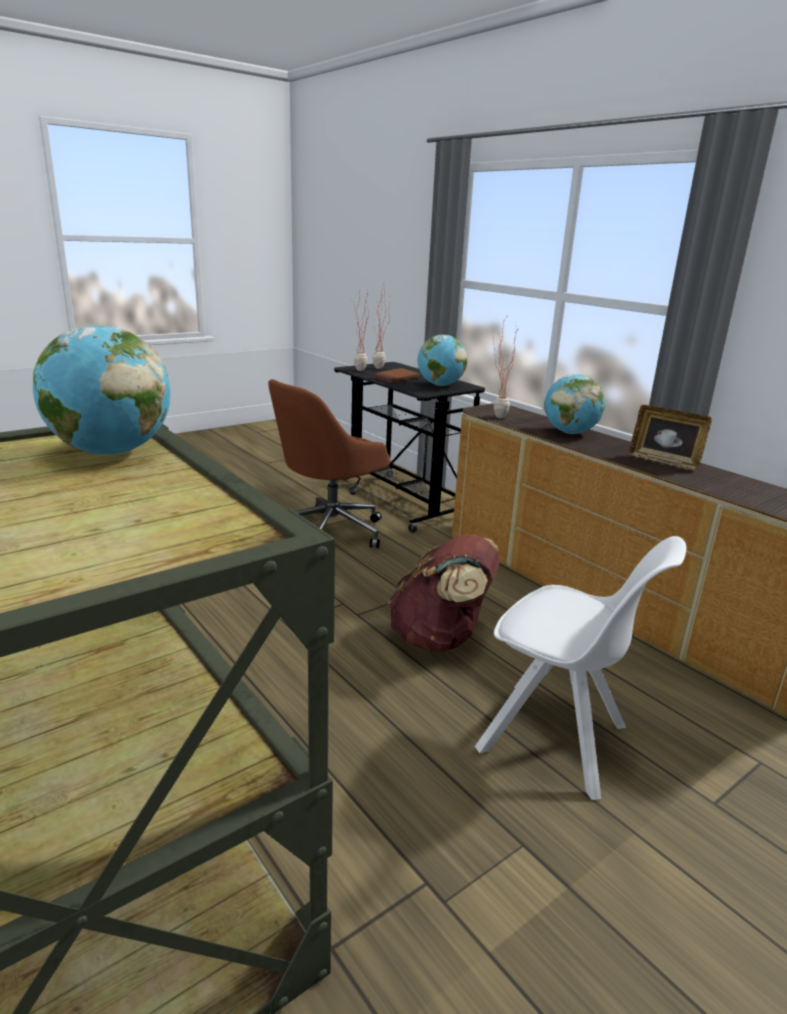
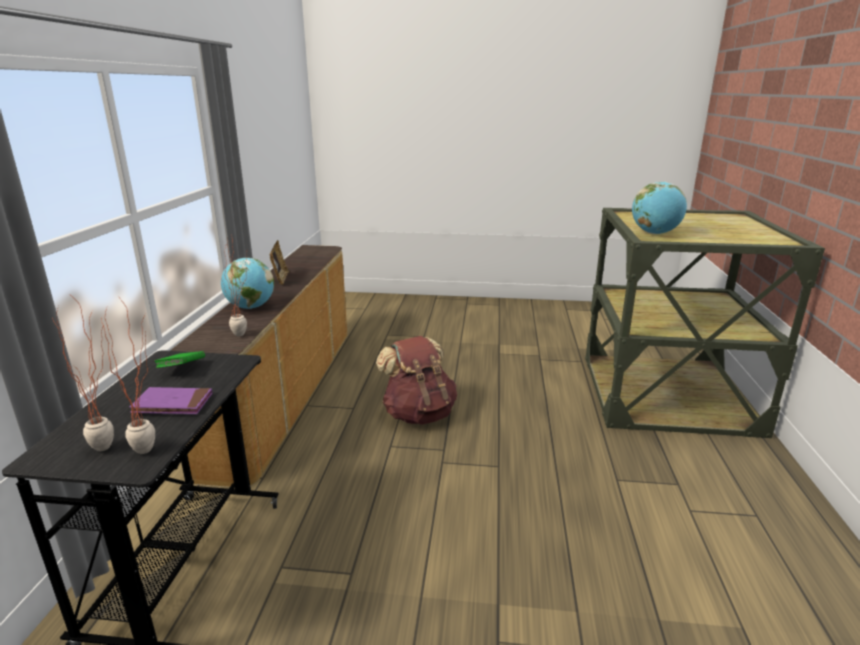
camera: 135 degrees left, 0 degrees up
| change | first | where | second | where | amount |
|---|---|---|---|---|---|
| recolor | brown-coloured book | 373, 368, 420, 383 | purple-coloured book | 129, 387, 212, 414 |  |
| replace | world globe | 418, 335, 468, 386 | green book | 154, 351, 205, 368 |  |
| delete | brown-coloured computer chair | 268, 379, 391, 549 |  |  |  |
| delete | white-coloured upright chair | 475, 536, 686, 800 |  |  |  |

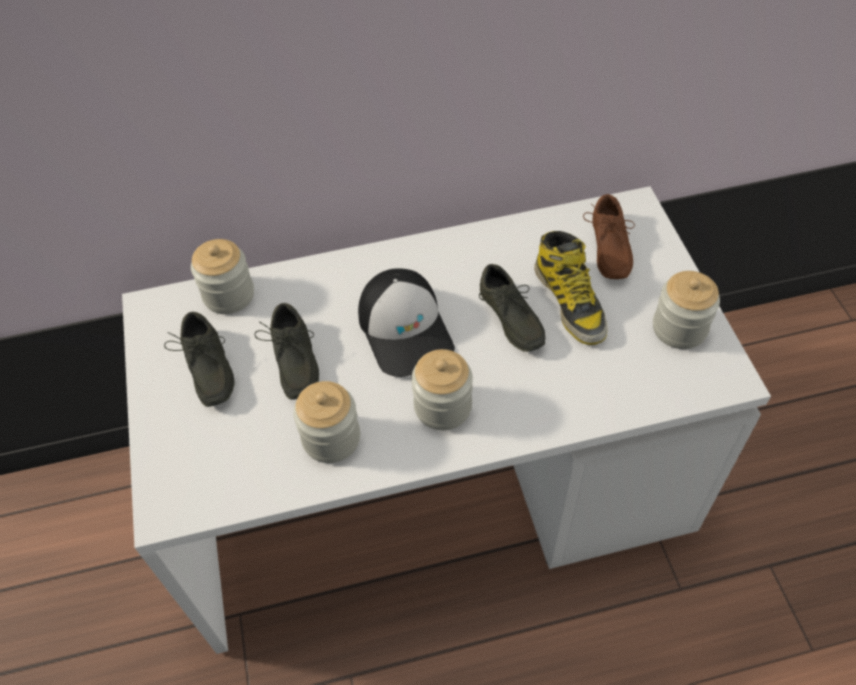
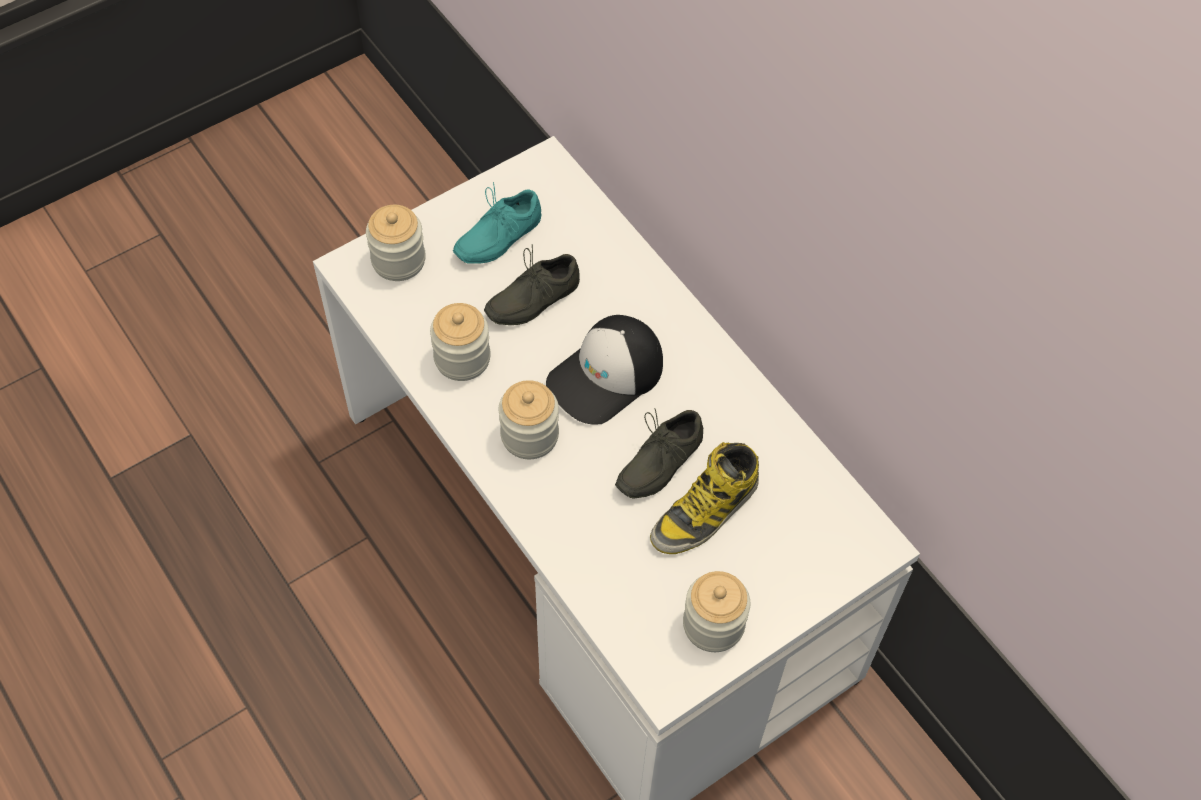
camera: 65 degrees right, 5 degrees up
| change | first | where | second | where | amount |
|---|---|---|---|---|---|
| move | jar | 191, 239, 254, 314 |  | 366, 205, 426, 281 |  |
| recolor | grey item of footwear | 164, 312, 234, 407 | blue-green item of footwear | 453, 182, 542, 264 |  |
| delete | brown-coloured item of footwear | 583, 194, 635, 279 |  |  |  |

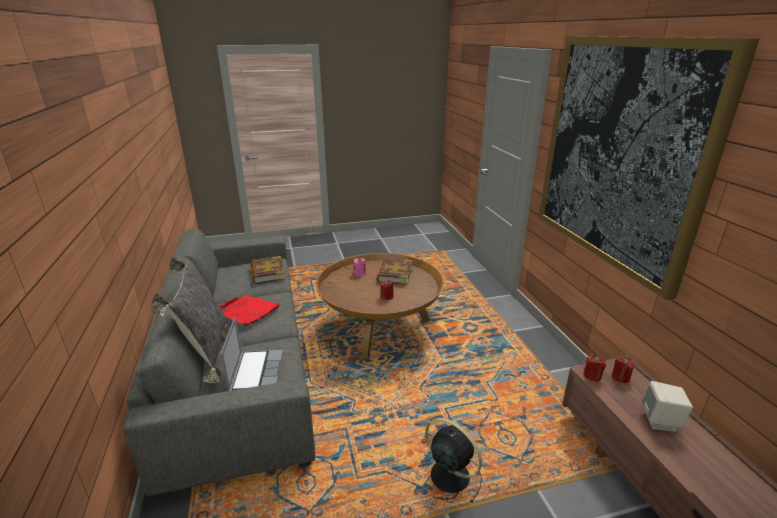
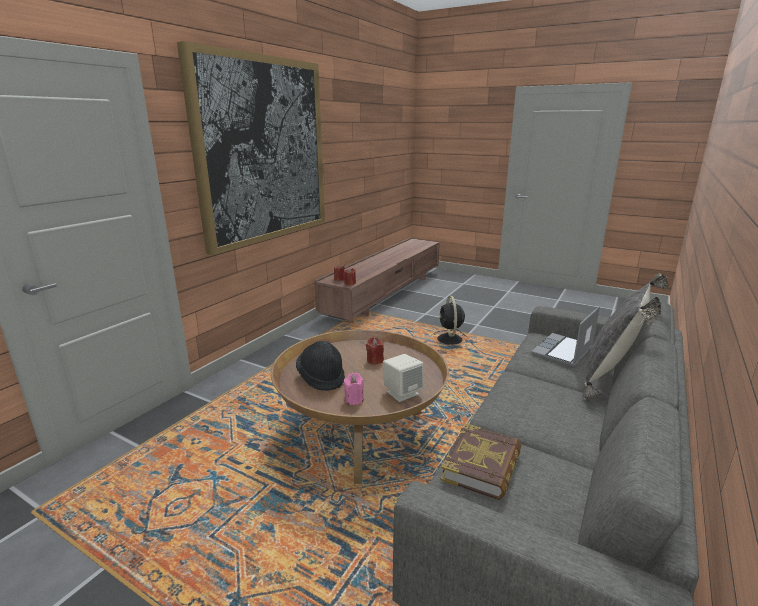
camera: 135 degrees left, 5 degrees down
| change | first | where | second | where | amount |
|---|---|---|---|---|---|
| replace | book | 377, 258, 413, 285 | black clothing hat | 296, 341, 345, 391 |  |
| move | beige speaker | 641, 381, 693, 432 |  | 383, 354, 424, 402 |  |
| delete | red carrying tray | 219, 295, 282, 326 |  |  |  |

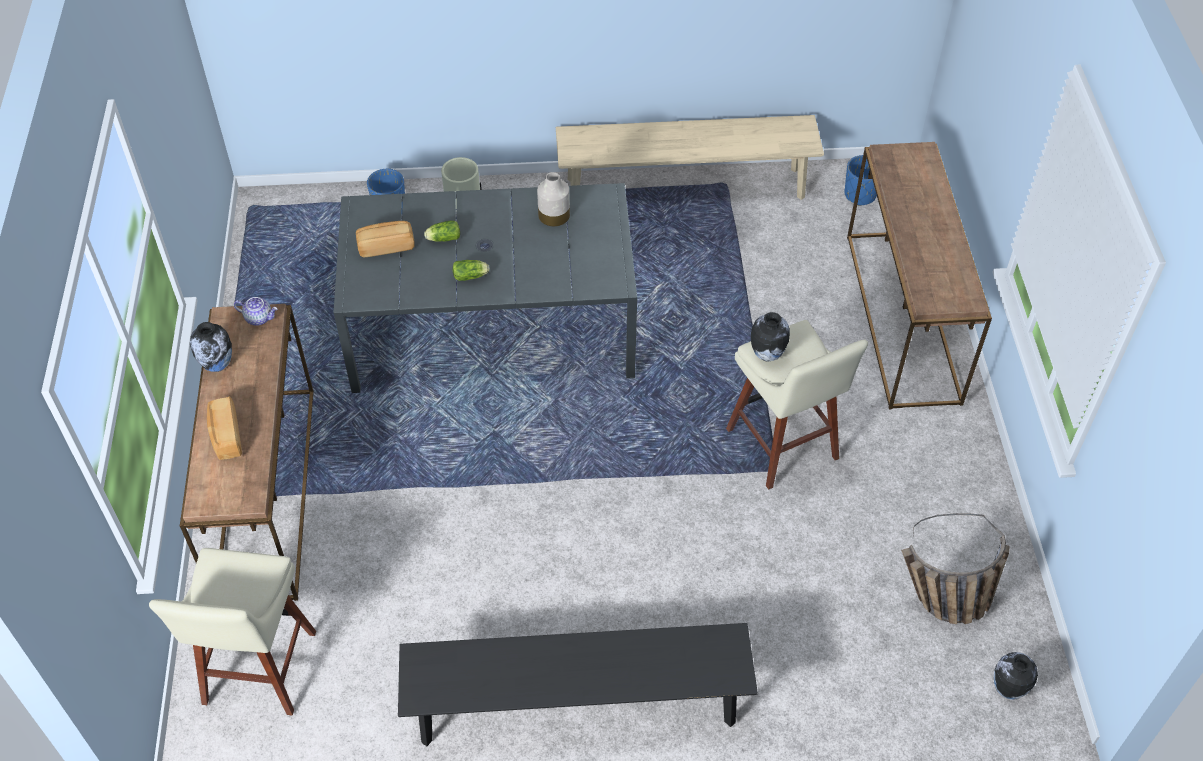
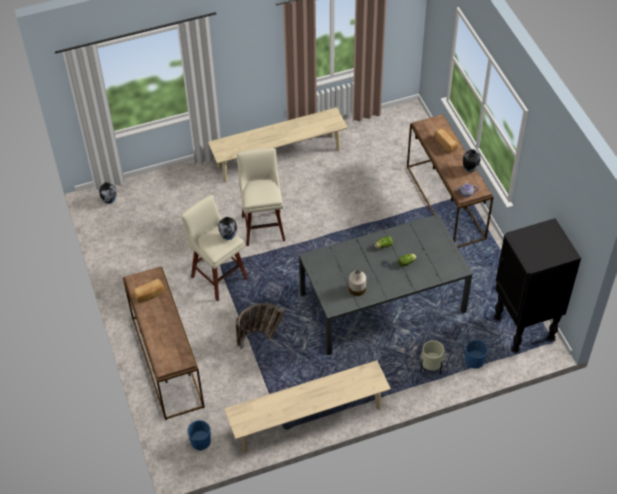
camera: 165 degrees right, 0 degrees up
| change | first | where | second | where | amount |
|---|---|---|---|---|---|
| move | bakery bread | 356, 221, 414, 257 |  | 133, 279, 165, 303 |  |
| recolor | black indoor bench | 398, 623, 758, 746 | beige indoor bench | 208, 107, 348, 183 |  |
| move | household basket | 901, 513, 1010, 624 |  | 236, 303, 284, 350 |  |
| move | beige stool seat | 149, 548, 316, 716 |  | 237, 148, 285, 246 |  |
| insert |  |  | black cabinet | 493, 218, 581, 353 |  |

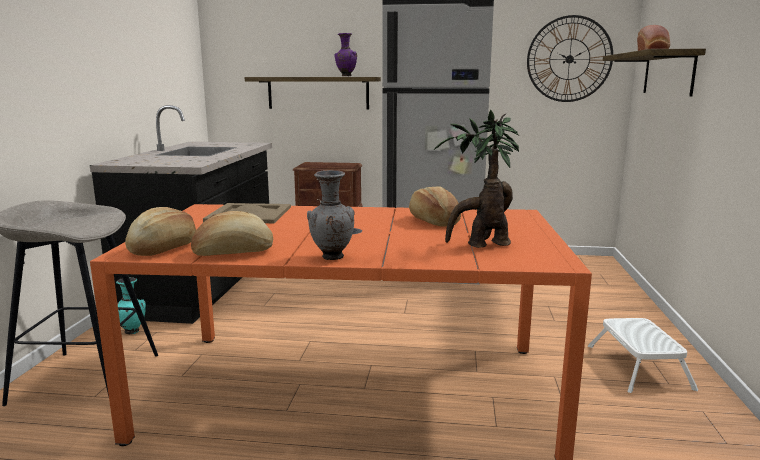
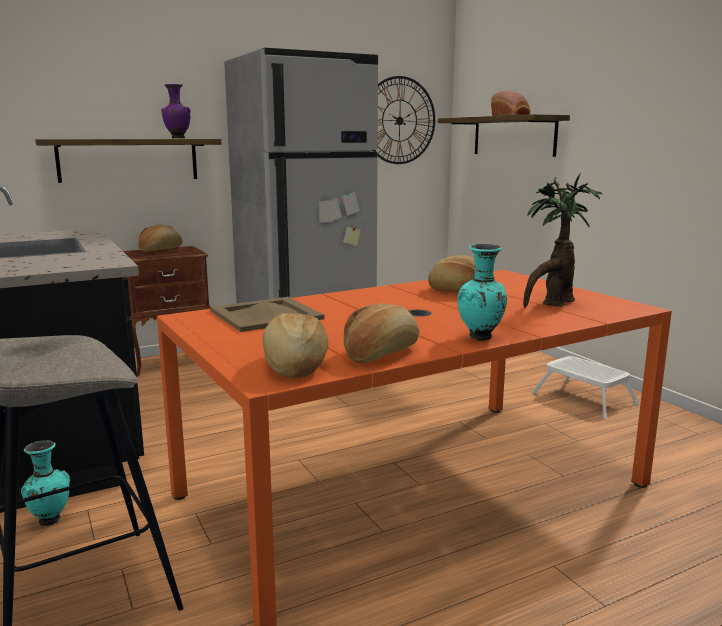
camera: 35 degrees left, 0 degrees up
| change | first | where | second | where | amount |
|---|---|---|---|---|---|
| insert |  |  | bakery bread | 138, 225, 182, 252 |  |
| recolor | grey flower vase | 307, 170, 355, 260 | blue-green flower vase | 457, 244, 507, 341 |  |

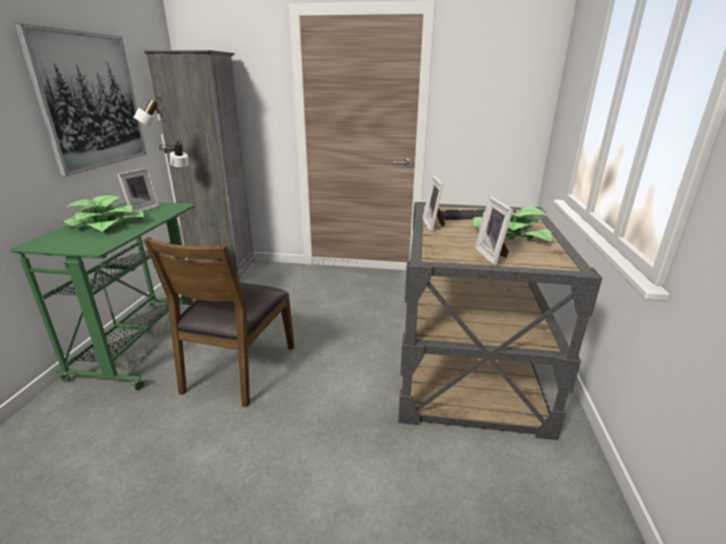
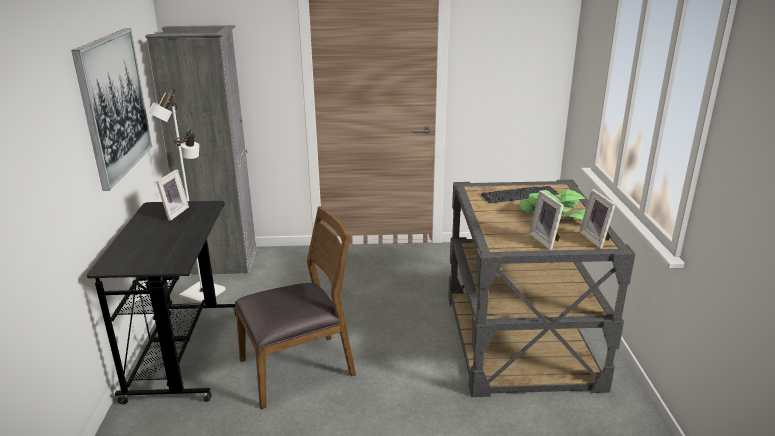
camera: 10 degrees left, 0 degrees up
| change | first | where | second | where | amount |
|---|---|---|---|---|---|
| recolor | green desk unit | 10, 201, 195, 390 | black desk unit | 87, 201, 236, 404 |  |
| rotate | brown-coloured upright chair | 144, 237, 294, 407 |  | 235, 207, 356, 409 | 120 degrees counterclockwise |
| move | photo frame | 422, 176, 445, 231 |  | 579, 189, 616, 249 |  |
| delete | plant in a pot | 62, 195, 144, 232 |  |  |  |

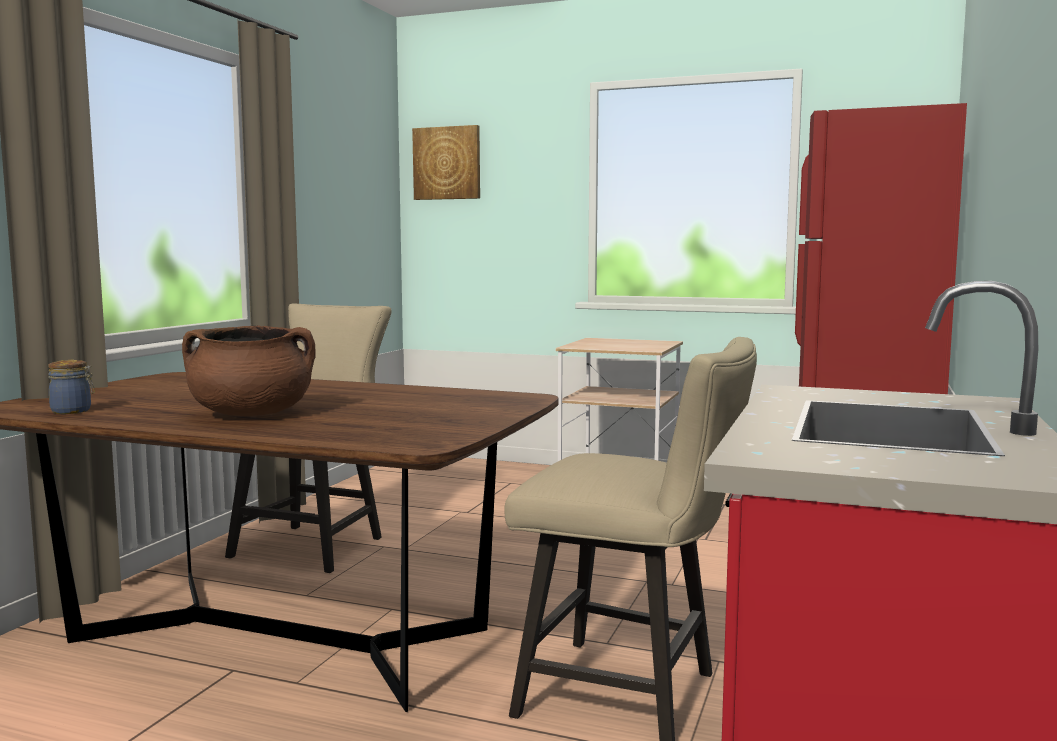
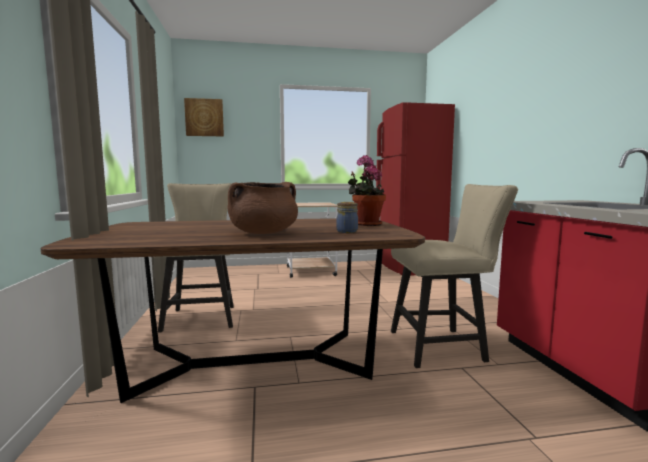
camera: 30 degrees left, 0 degrees up
| change | first | where | second | where | amount |
|---|---|---|---|---|---|
| move | jar | 48, 360, 95, 414 |  | 336, 202, 358, 233 |  |
| insert |  |  | plant in a pot | 348, 155, 386, 226 |  |

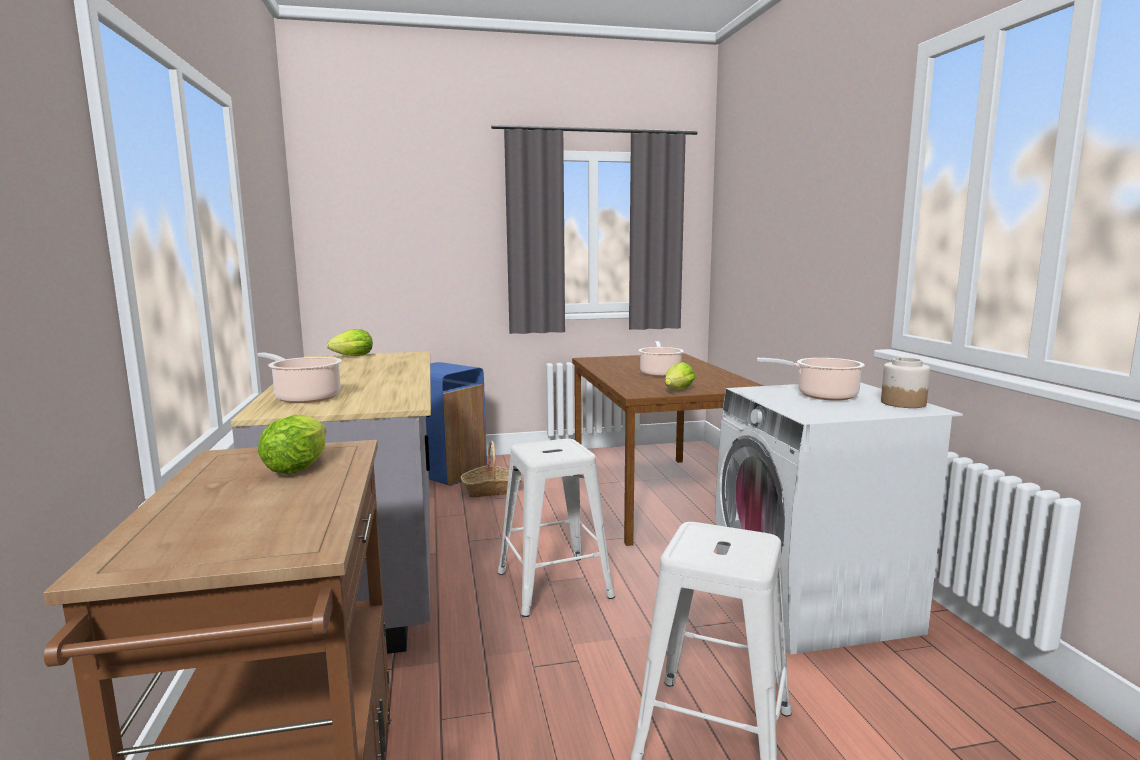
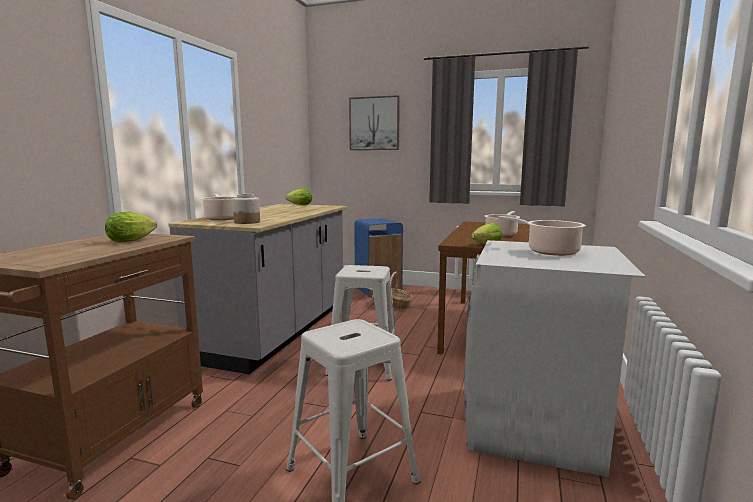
camera: 30 degrees right, 0 degrees up
| change | first | where | second | where | amount |
|---|---|---|---|---|---|
| move | jar | 881, 357, 930, 408 |  | 233, 194, 260, 224 |  |
| insert |  |  | wall art | 349, 95, 400, 150 |  |

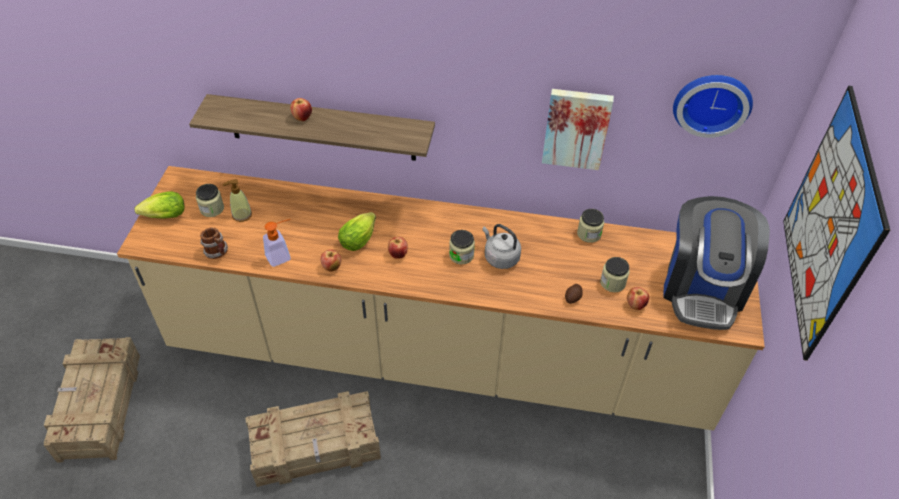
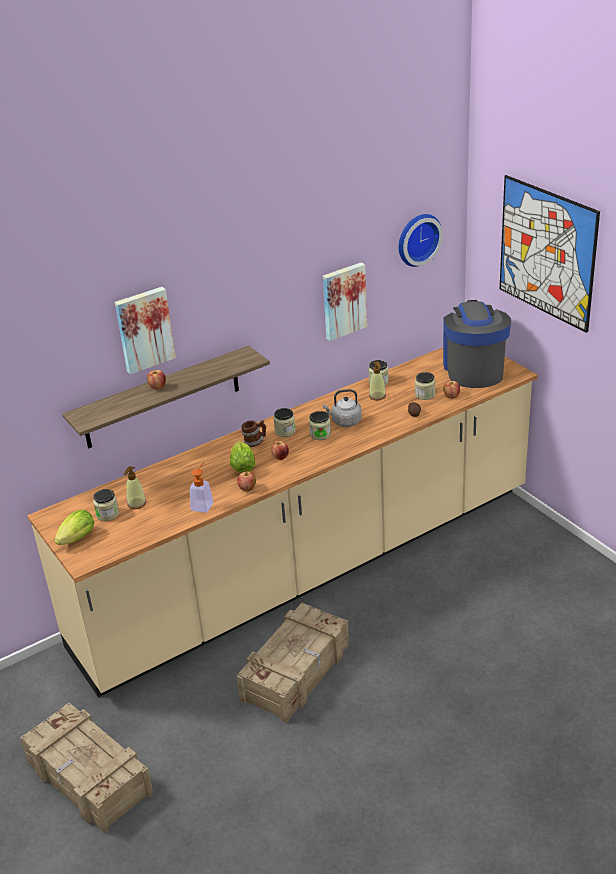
camera: 40 degrees left, 15 degrees down
| change | first | where | second | where | amount |
|---|---|---|---|---|---|
| insert |  |  | wall art | 115, 287, 176, 374 |  |
| move | tea mug | 200, 227, 228, 259 |  | 241, 420, 266, 447 |  |
| insert |  |  | jar | 274, 408, 296, 437 |  |
| insert |  |  | soap bottle | 369, 361, 386, 401 |  |
| rotate | coffee machine | 663, 196, 770, 330 |  | 443, 300, 511, 388 | 150 degrees counterclockwise |

